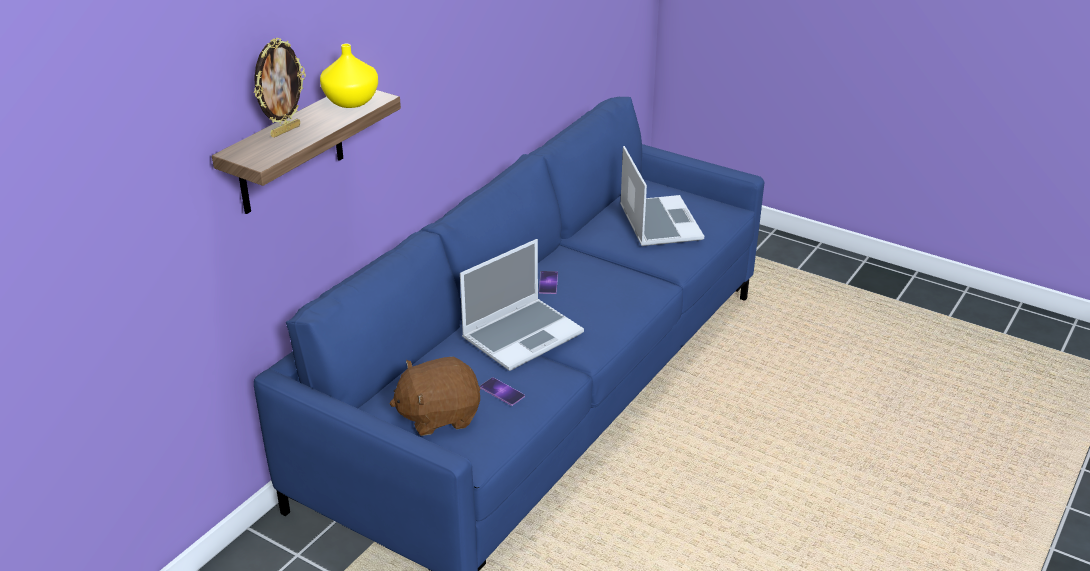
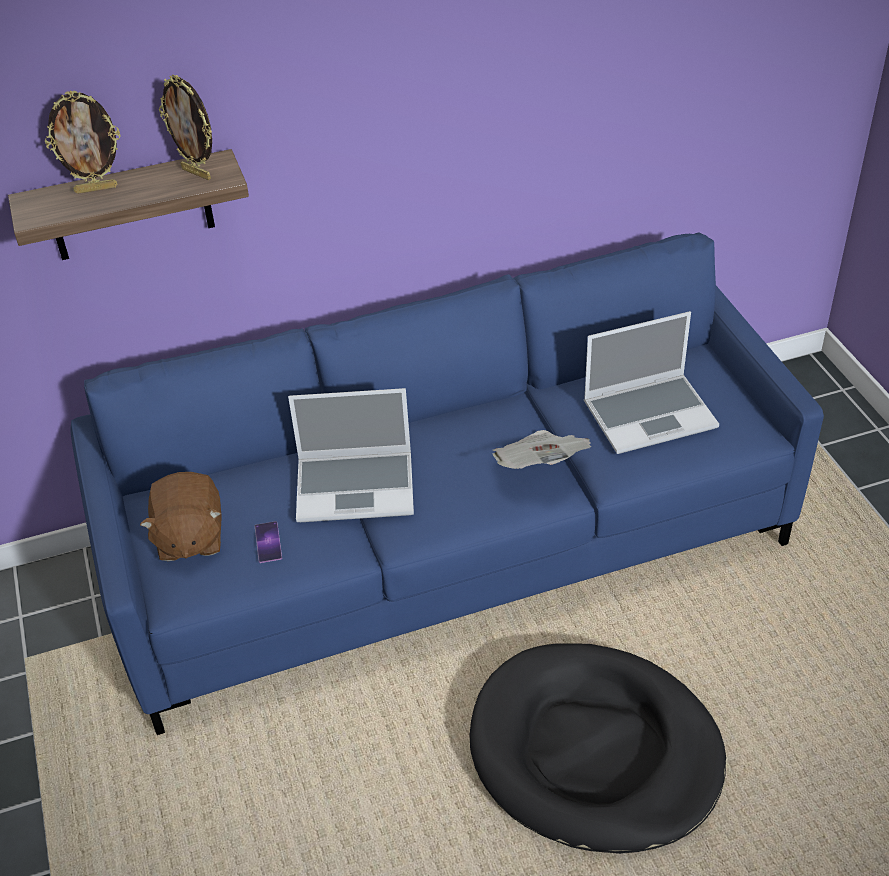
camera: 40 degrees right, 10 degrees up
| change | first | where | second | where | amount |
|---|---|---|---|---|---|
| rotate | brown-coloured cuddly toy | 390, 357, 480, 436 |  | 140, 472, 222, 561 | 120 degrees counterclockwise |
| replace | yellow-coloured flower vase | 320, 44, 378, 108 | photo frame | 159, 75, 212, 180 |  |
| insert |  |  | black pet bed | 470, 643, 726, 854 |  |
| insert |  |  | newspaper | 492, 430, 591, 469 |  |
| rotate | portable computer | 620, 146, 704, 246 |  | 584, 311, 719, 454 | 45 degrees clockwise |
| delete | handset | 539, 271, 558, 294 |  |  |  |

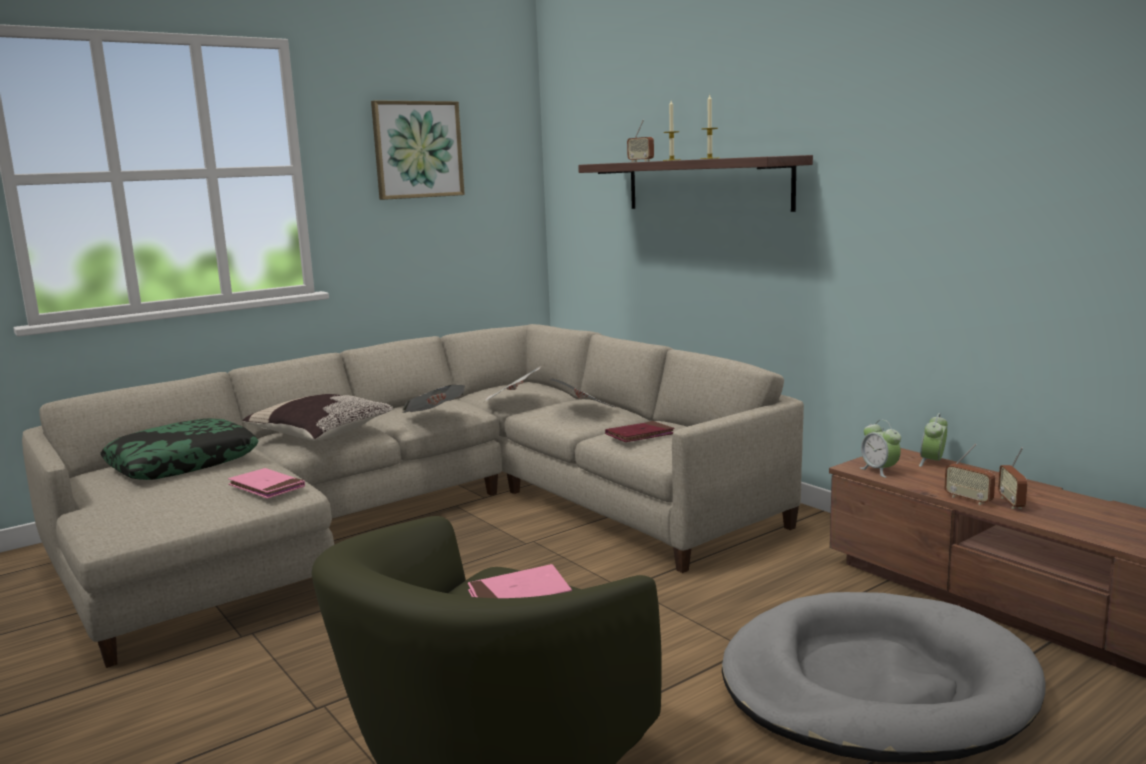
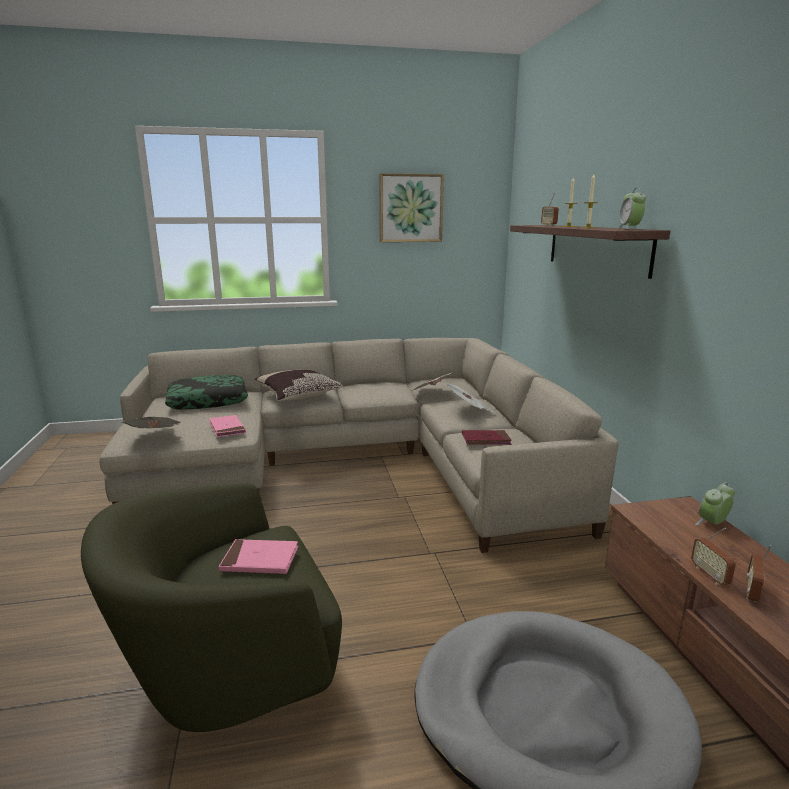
camera: 25 degrees right, 5 degrees up
| change | first | where | second | where | amount |
|---|---|---|---|---|---|
| move | newspaper | 402, 384, 465, 413 |  | 121, 417, 181, 428 |  |
| move | bedside clock | 860, 420, 901, 478 |  | 617, 187, 646, 229 |  |

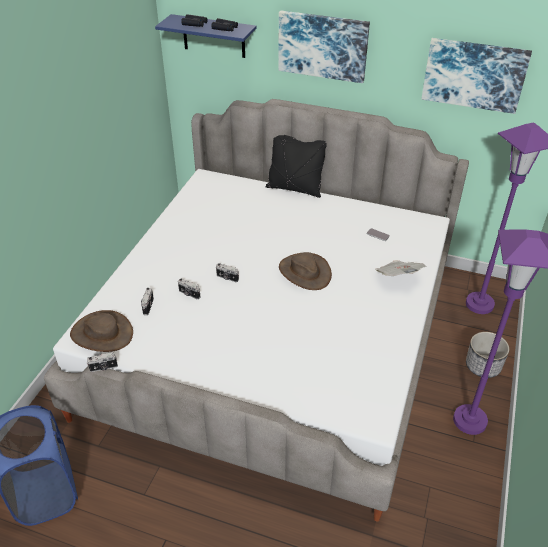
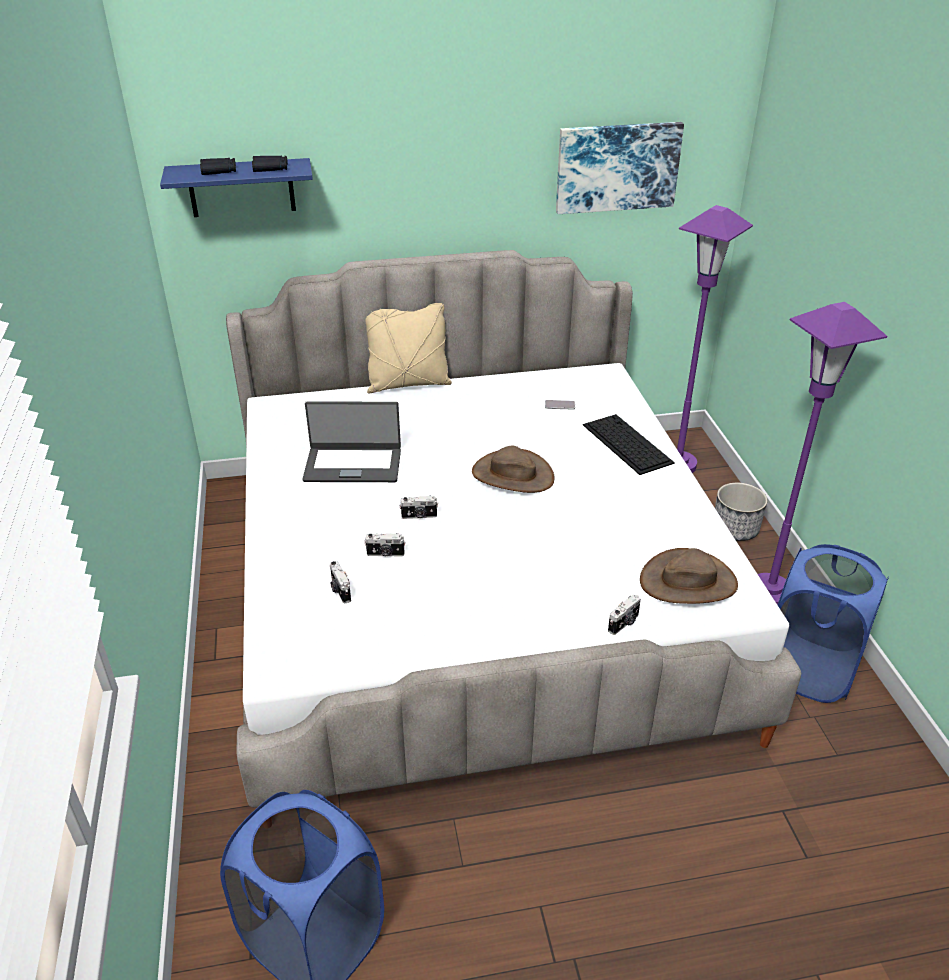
camera: 30 degrees left, 5 degrees down
| change | first | where | second | where | amount |
|---|---|---|---|---|---|
| insert |  |  | portable computer | 302, 401, 401, 482 |  |
| recolor | black throw pillow | 265, 135, 326, 198 | beige throw pillow | 366, 303, 452, 393 |  |
| replace | newspaper | 376, 260, 426, 276 | PC keyboard | 583, 414, 675, 475 |  |
| move | still camera | 87, 352, 118, 372 |  | 608, 594, 641, 635 |  |
| move | brown-coloured clothing hat | 70, 310, 133, 352 |  | 640, 548, 738, 604 |  |
| insert |  |  | blue washing basket | 778, 544, 889, 703 |  |
| delete | wall art | 278, 11, 370, 83 |  |  |  |

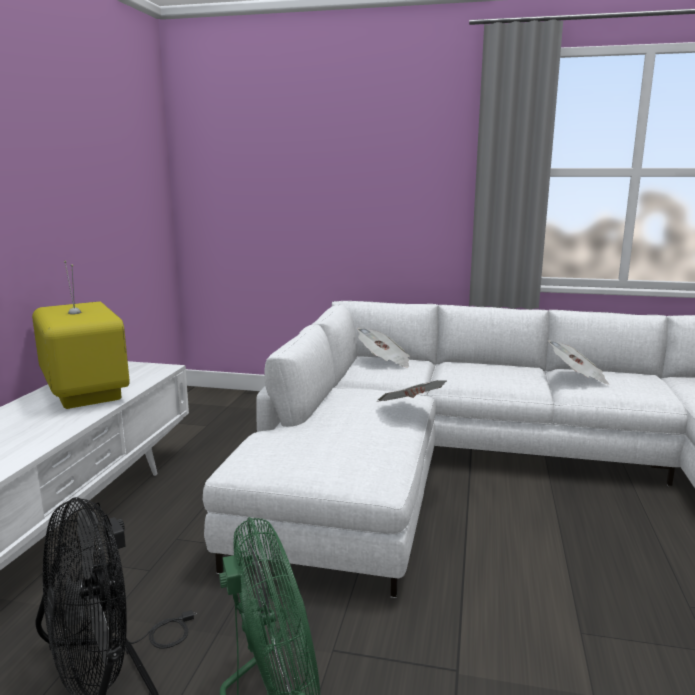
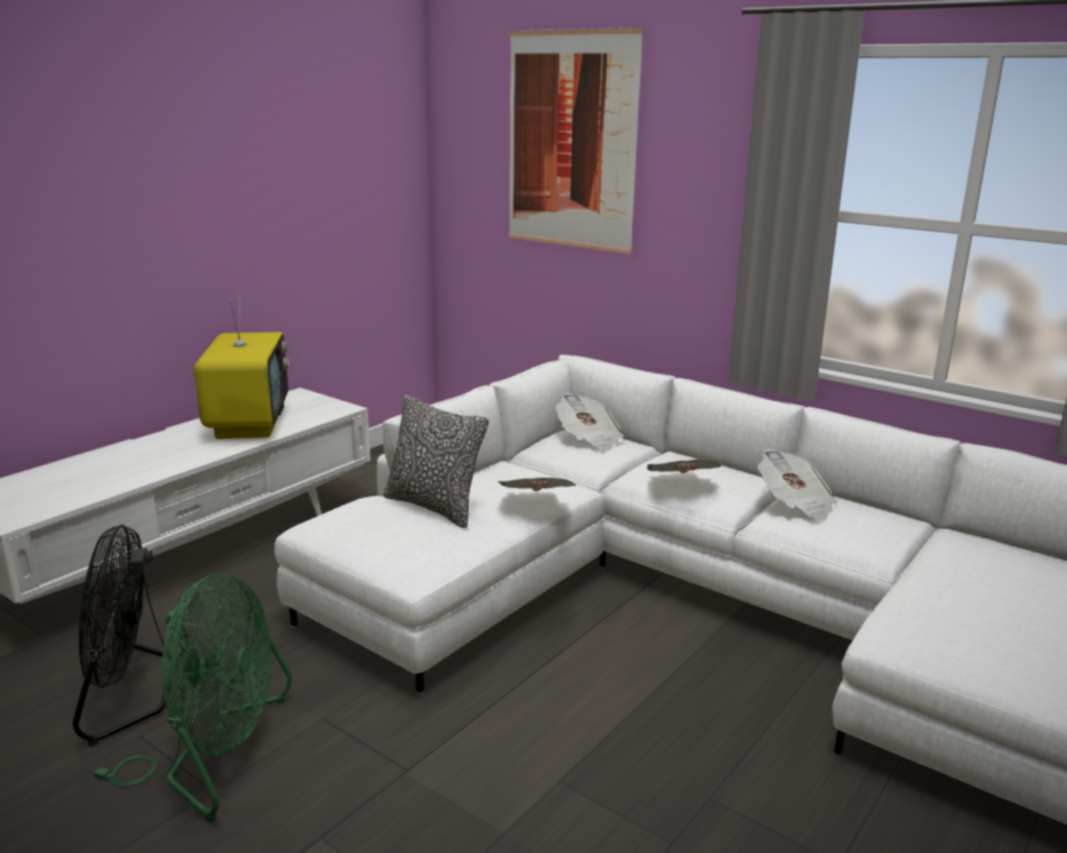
camera: 25 degrees right, 5 degrees up
| change | first | where | second | where | amount |
|---|---|---|---|---|---|
| insert |  |  | throw pillow | 383, 395, 489, 528 |  |
| insert |  |  | wall art | 509, 27, 643, 254 |  |
| insert |  |  | newspaper | 647, 459, 721, 474 |  |

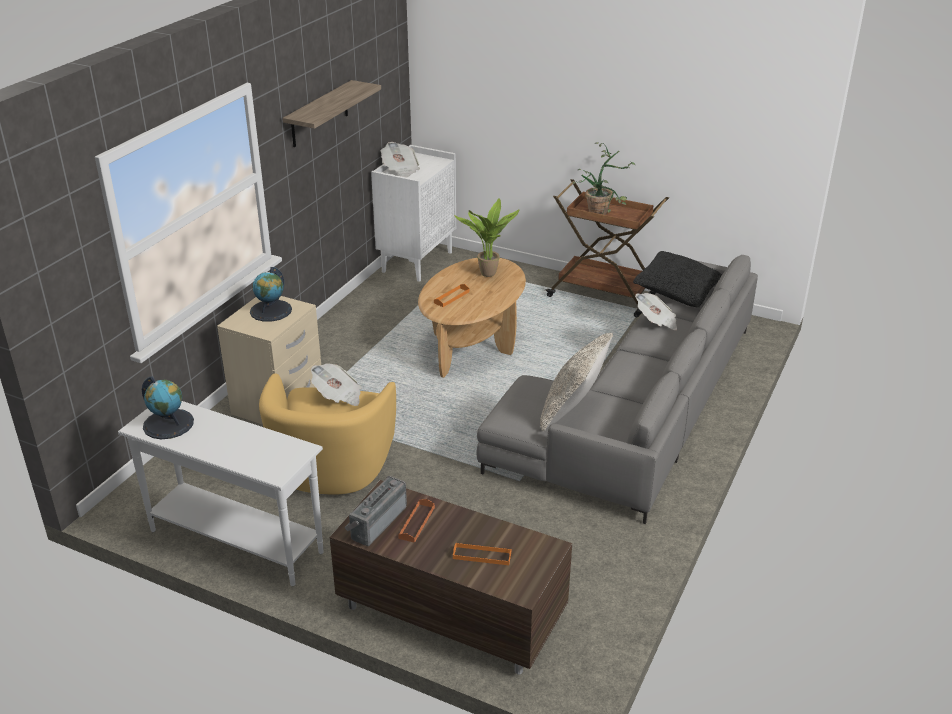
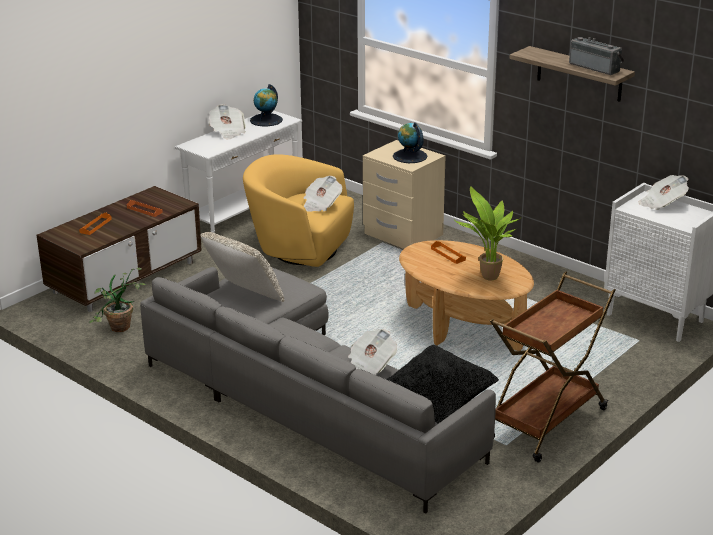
camera: 105 degrees right, 5 degrees down
| change | first | where | second | where | amount |
|---|---|---|---|---|---|
| move | plant in a pot | 573, 142, 635, 215 |  | 89, 268, 146, 332 |  |
| insert |  |  | newspaper | 209, 104, 246, 140 |  |
| move | radio | 344, 476, 407, 546 |  | 569, 37, 624, 75 |  |

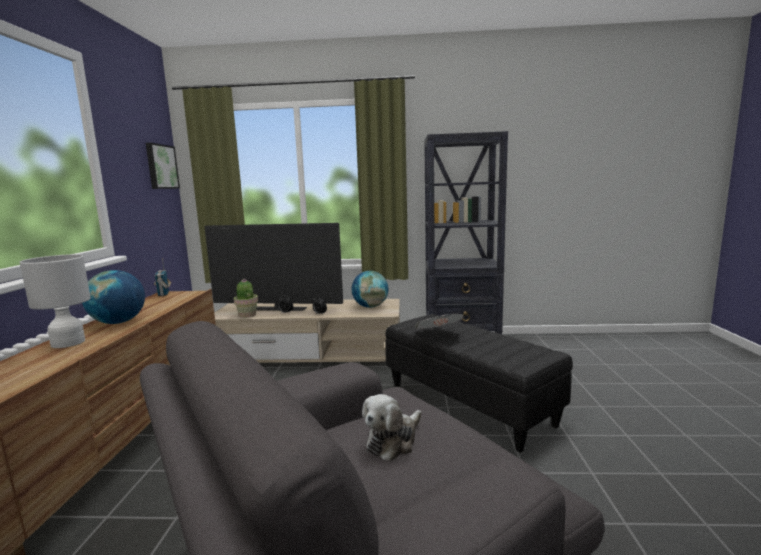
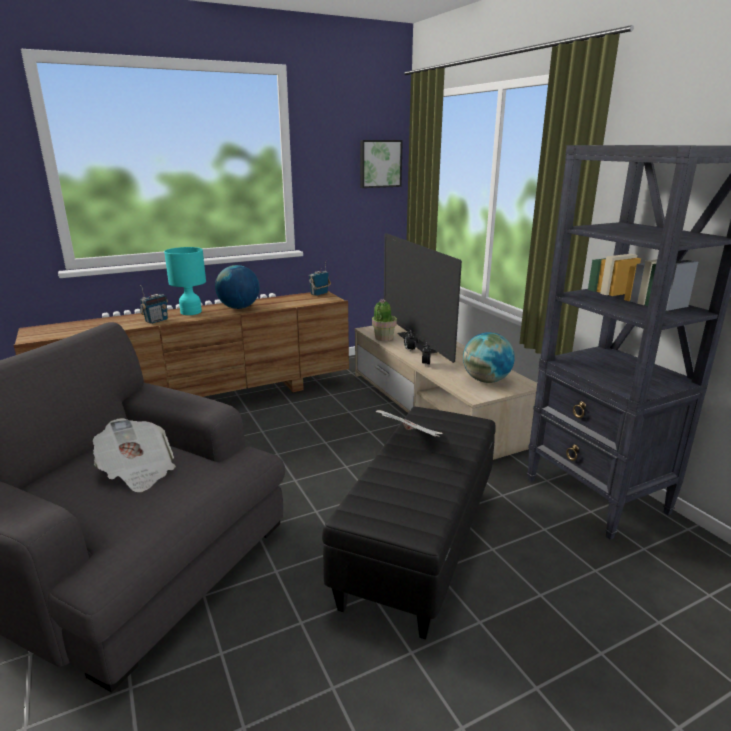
camera: 60 degrees right, 10 degrees up
| change | first | where | second | where | amount |
|---|---|---|---|---|---|
| replace | cuddly toy | 362, 394, 422, 461 | newspaper | 93, 418, 176, 492 |  |
| insert |  |  | radio | 140, 285, 168, 324 |  |
| recolor | grey tabletop lamp | 20, 254, 91, 348 | blue-green tabletop lamp | 164, 247, 206, 315 |  |

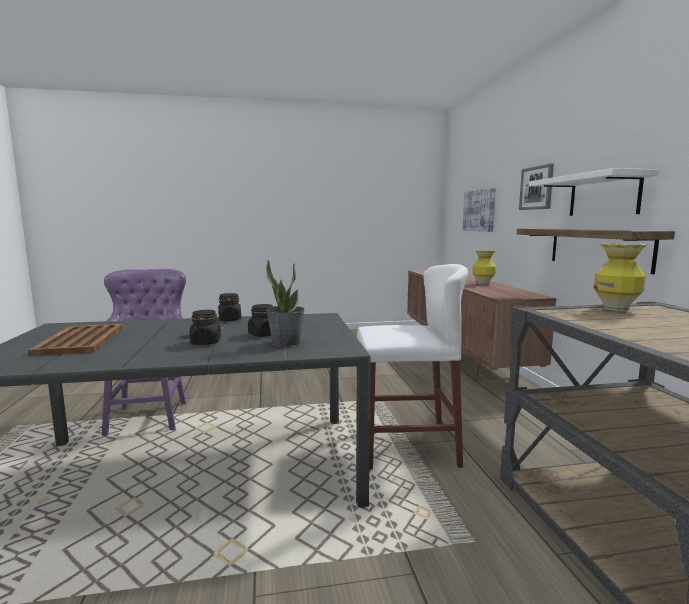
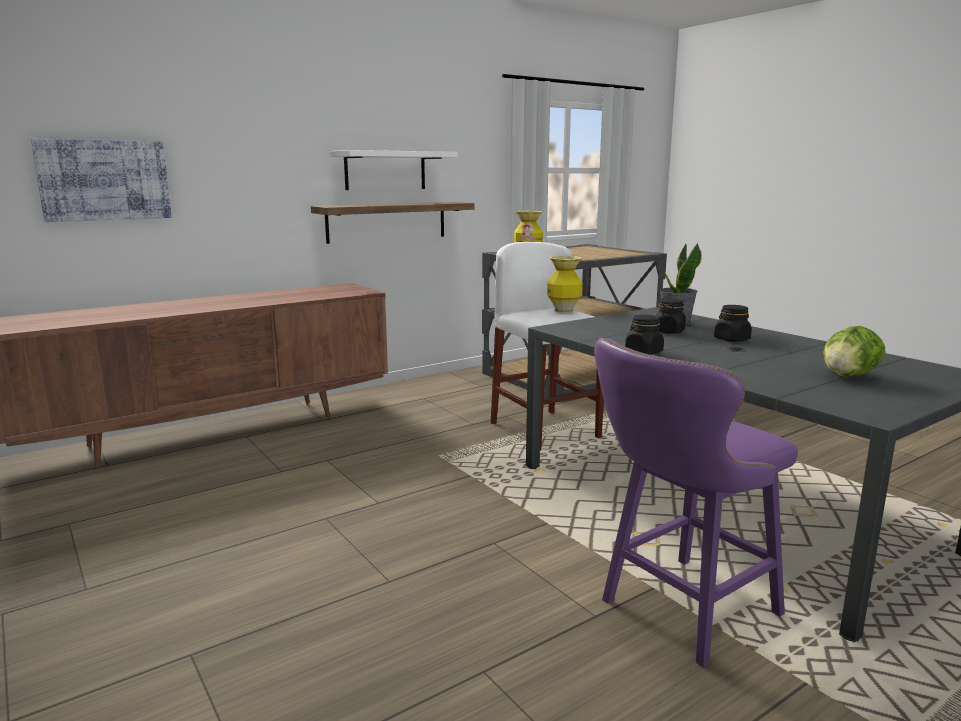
camera: 115 degrees left, 5 degrees up
| change | first | where | second | where | amount |
|---|---|---|---|---|---|
| move | flower vase | 473, 250, 496, 285 |  | 547, 256, 583, 313 |  |
| replace | brown-coloured carrying tray | 28, 324, 123, 356 | lettuce | 823, 326, 886, 377 |  |
| delete | wall art | 519, 163, 554, 210 |  |  |  |

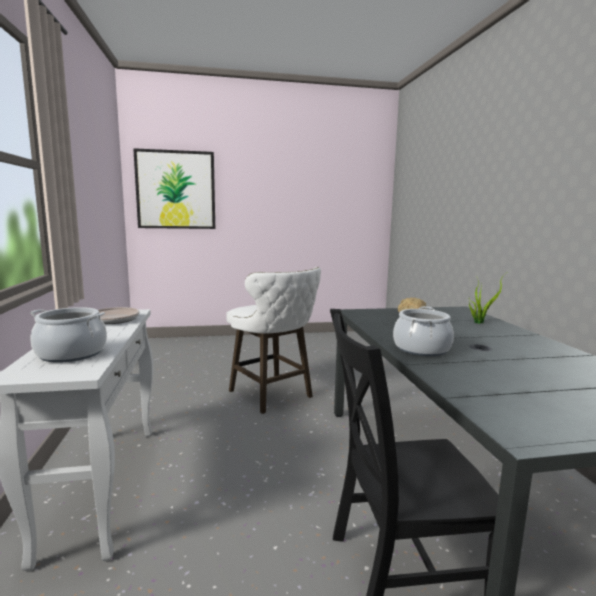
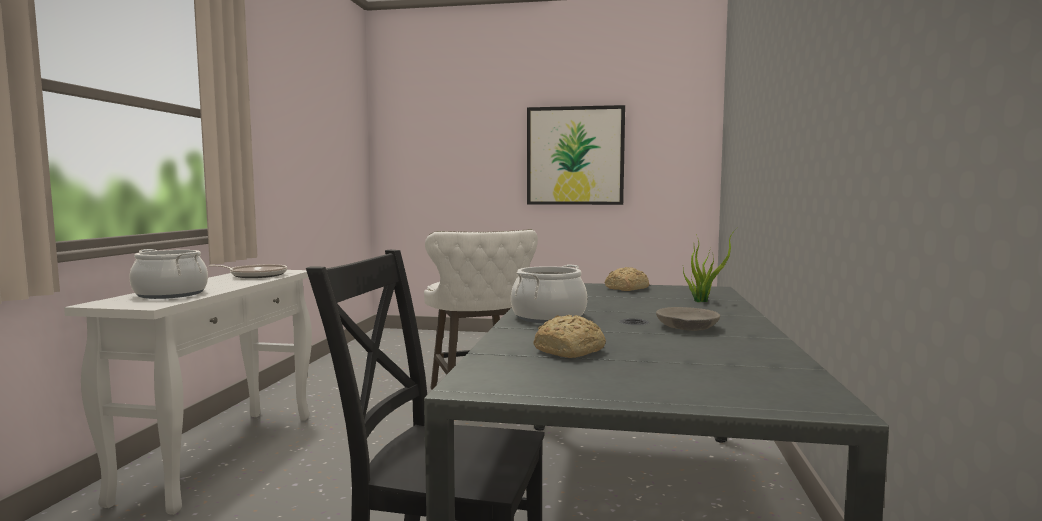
camera: 20 degrees right, 5 degrees down
| change | first | where | second | where | amount |
|---|---|---|---|---|---|
| move | wall art | 133, 148, 215, 229 |  | 527, 105, 625, 205 |  |
| insert |  |  | bakery bread | 533, 315, 606, 358 |  |
| insert |  |  | grey serving bowl | 656, 307, 720, 331 |  |

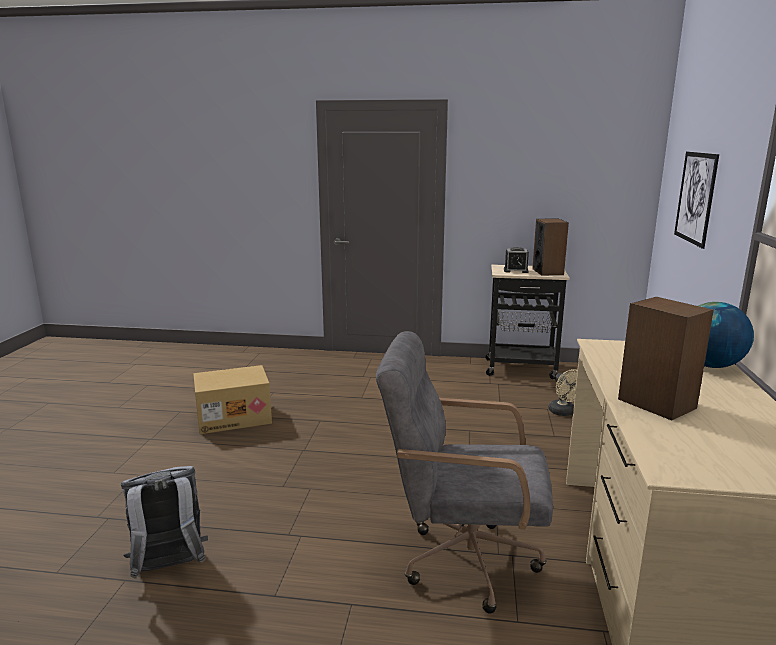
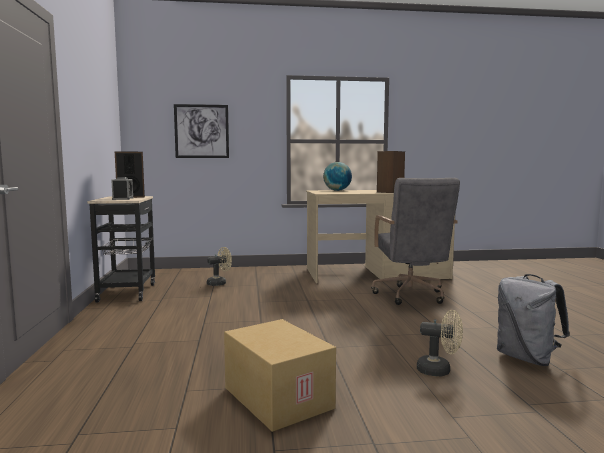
camera: 105 degrees left, 10 degrees down
| change | first | where | second | where | amount |
|---|---|---|---|---|---|
| insert |  |  | beige fan | 417, 310, 463, 376 |  |

